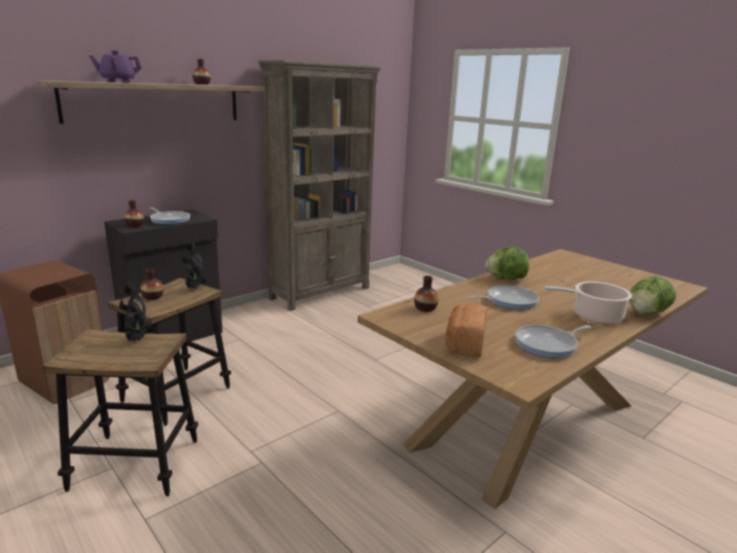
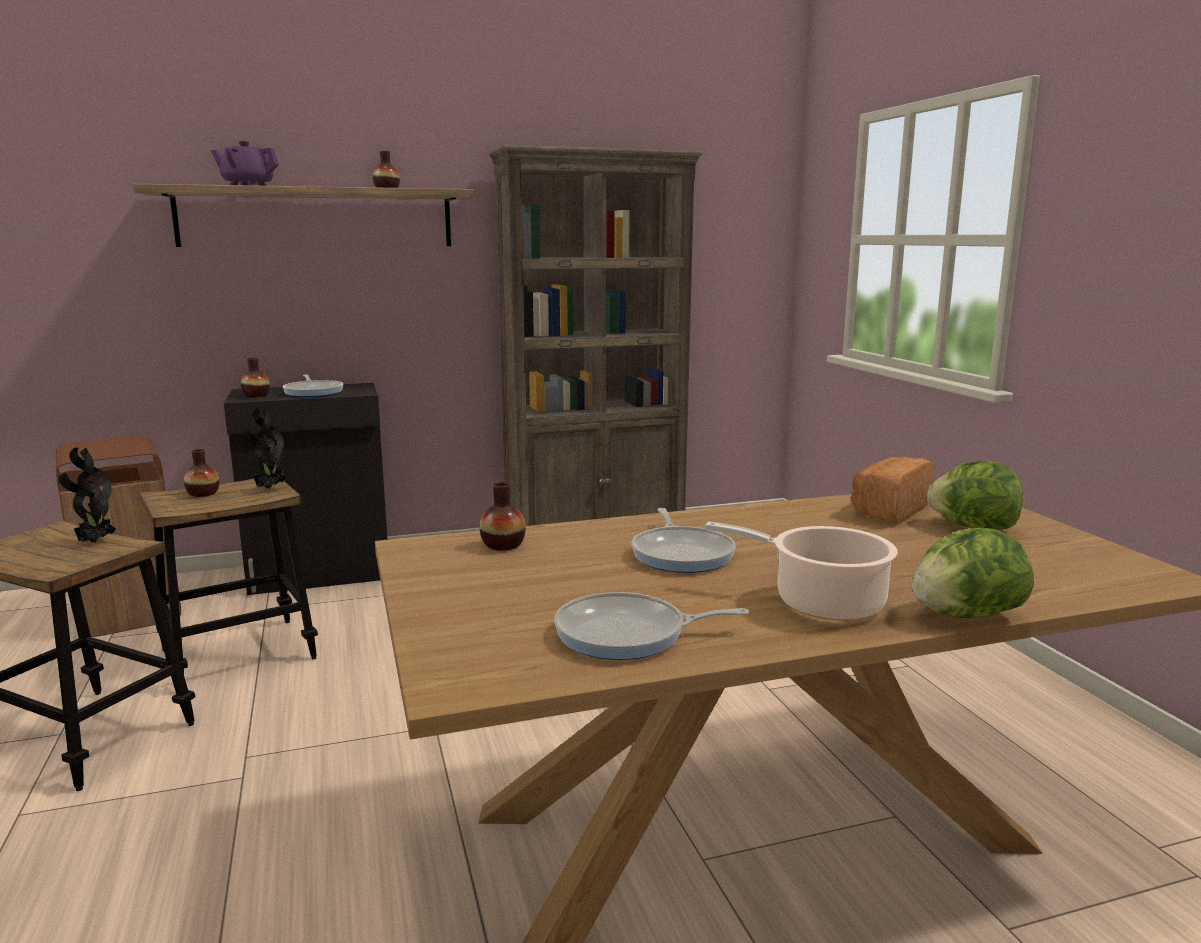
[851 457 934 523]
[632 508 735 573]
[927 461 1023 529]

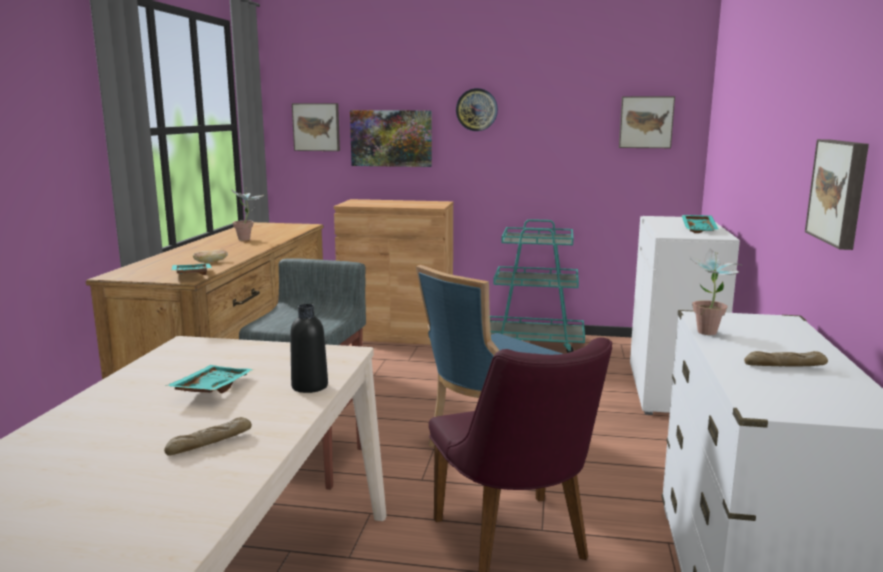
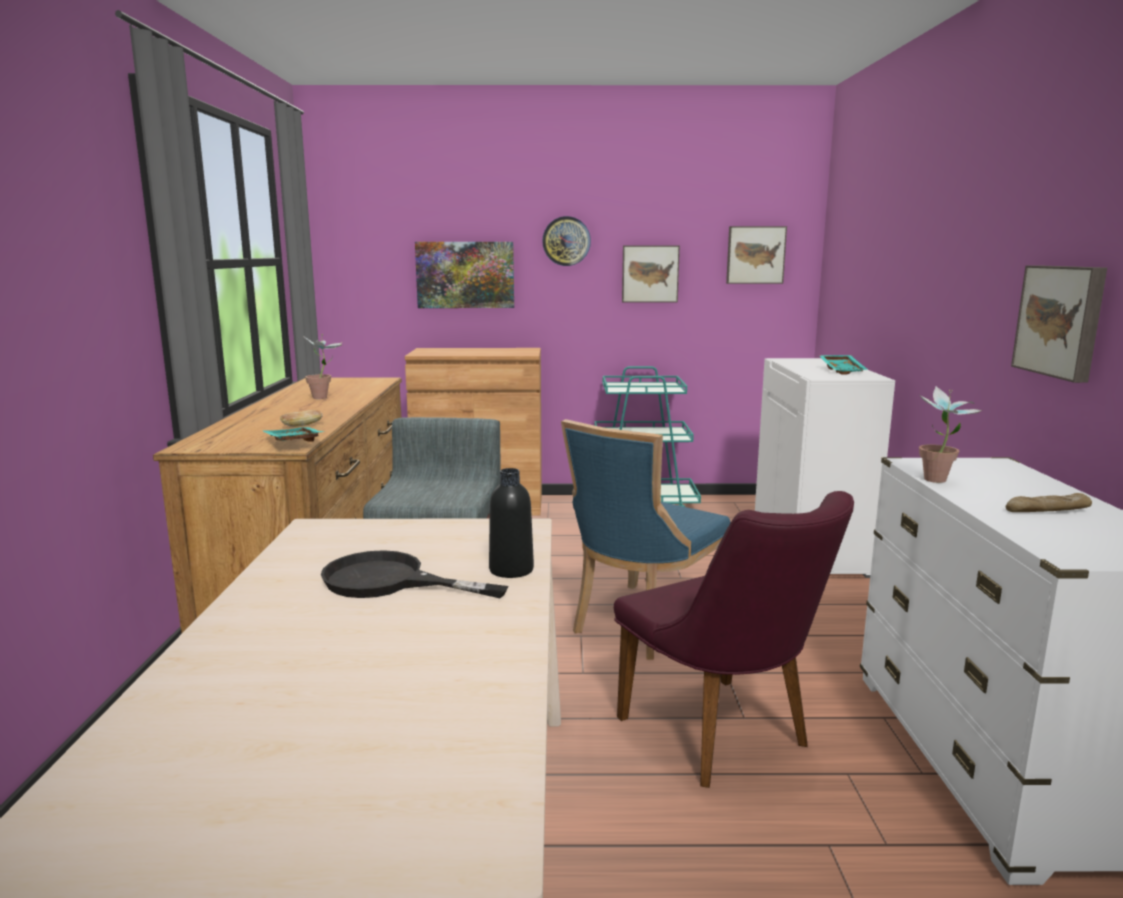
[164 417 252 456] (first image)
[321 550 508 598]
[622 245 680 302]

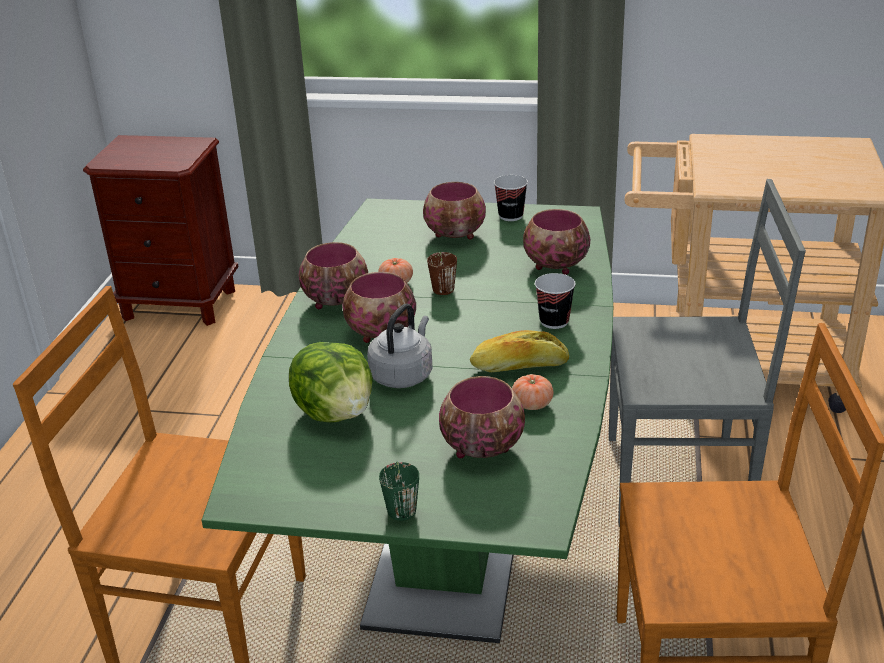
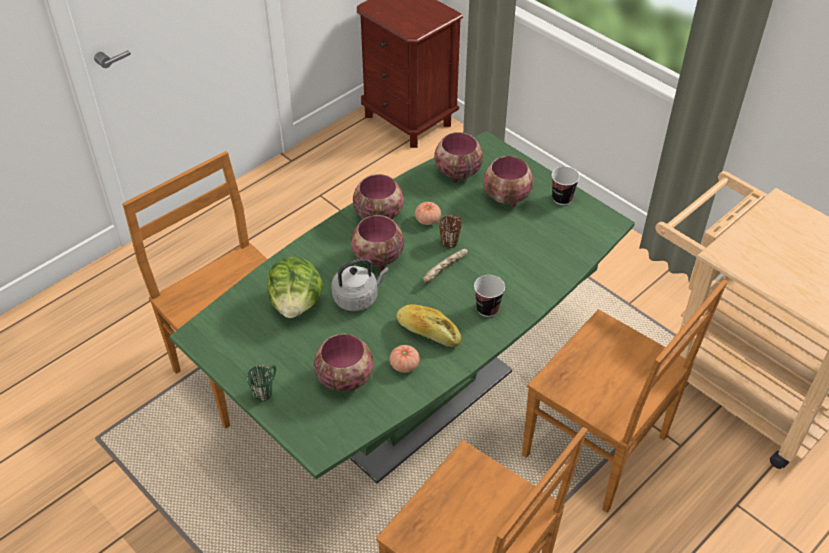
[434 132 483 183]
[522 279 727 512]
[423 249 468 283]

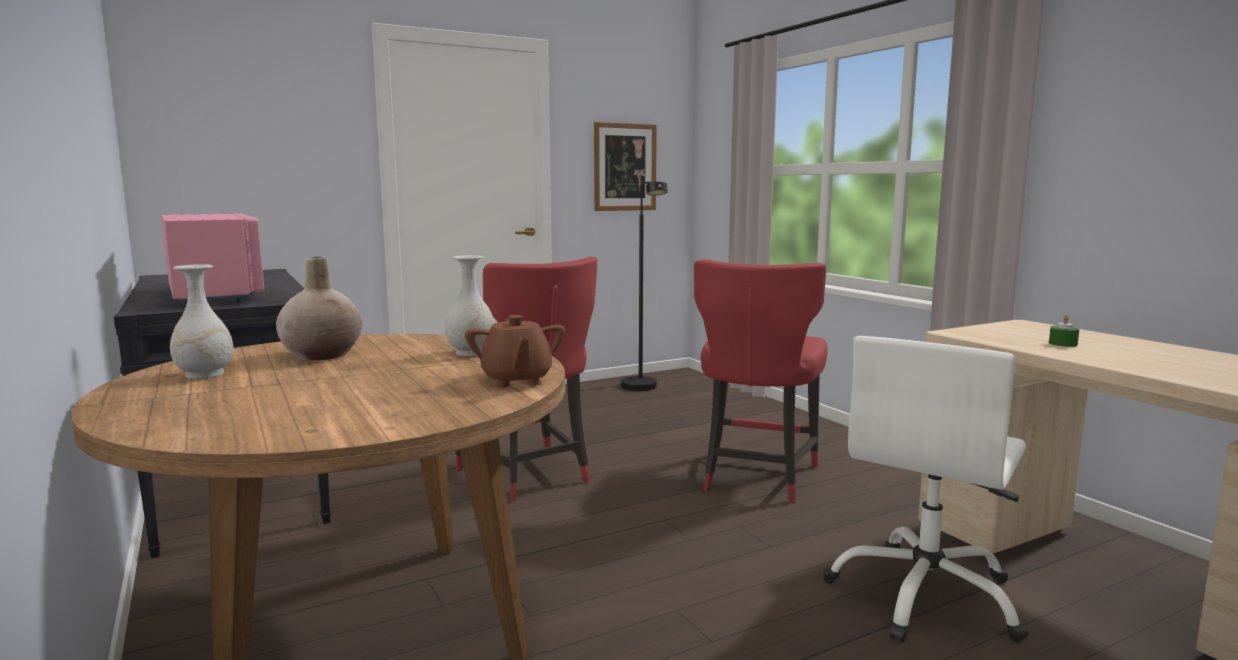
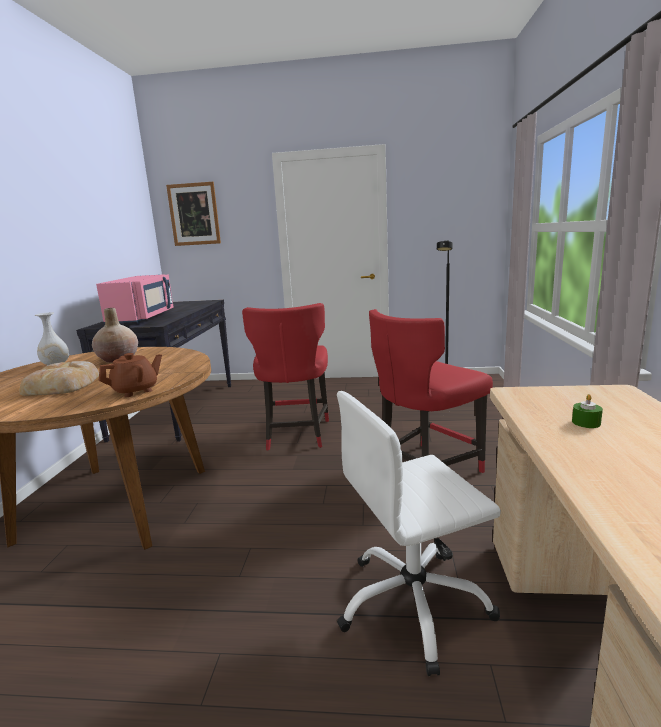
[445 255 495 356] (first image)
[99 353 162 397]
[166 182 221 246]
[20 361 99 396]

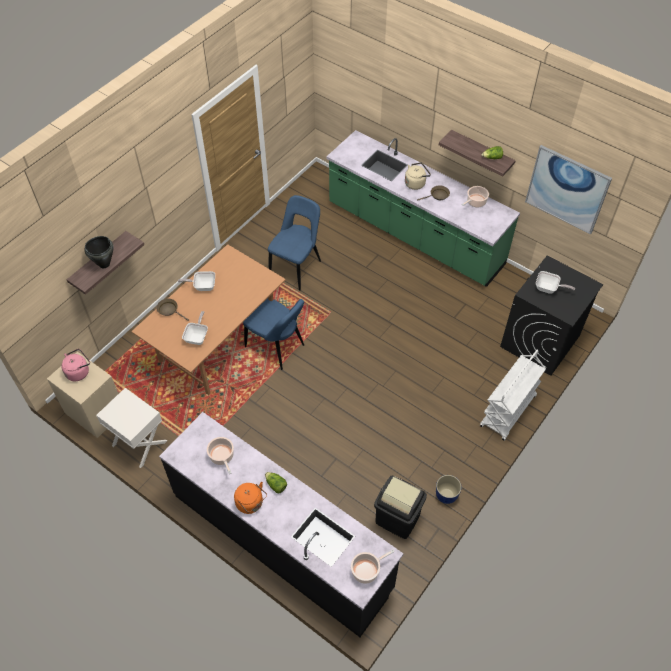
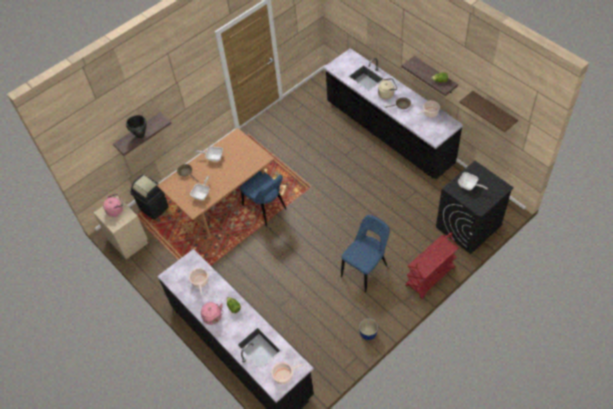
[96 388 167 468] (first image)
[201 302 223 325]
[341 215 390 292]
[323 48 463 179]
[130 174 169 220]
[405 232 458 299]
[459 91 518 132]

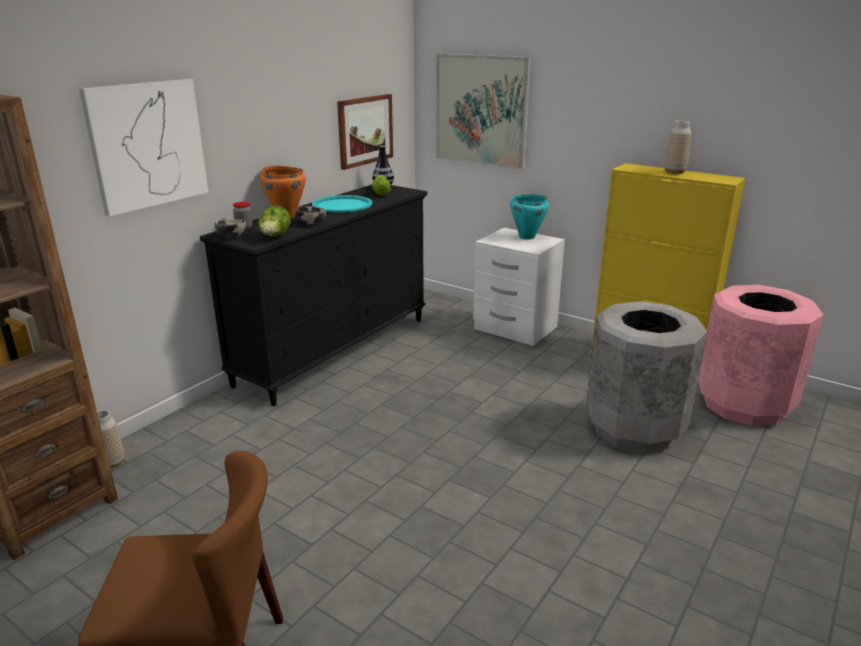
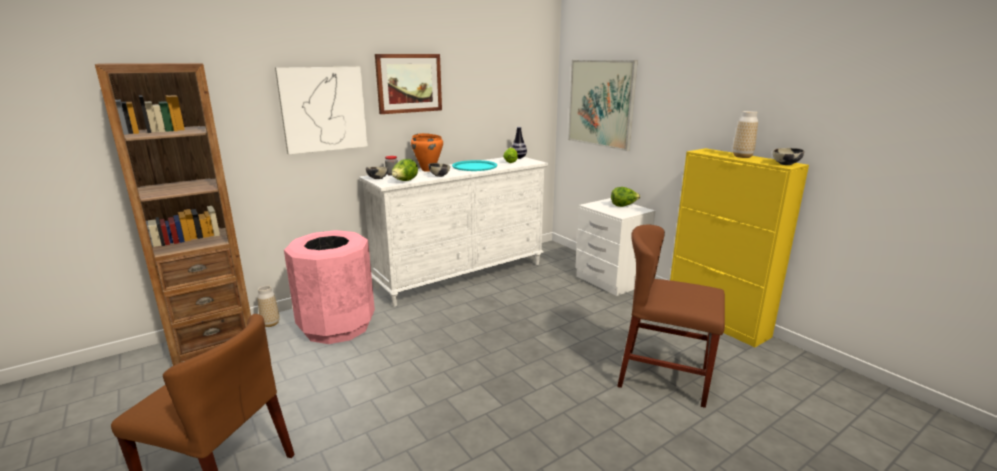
[359 157 548 306]
[375 54 442 114]
[611 187 640 207]
[617 224 725 408]
[284 230 375 344]
[773 148 804 165]

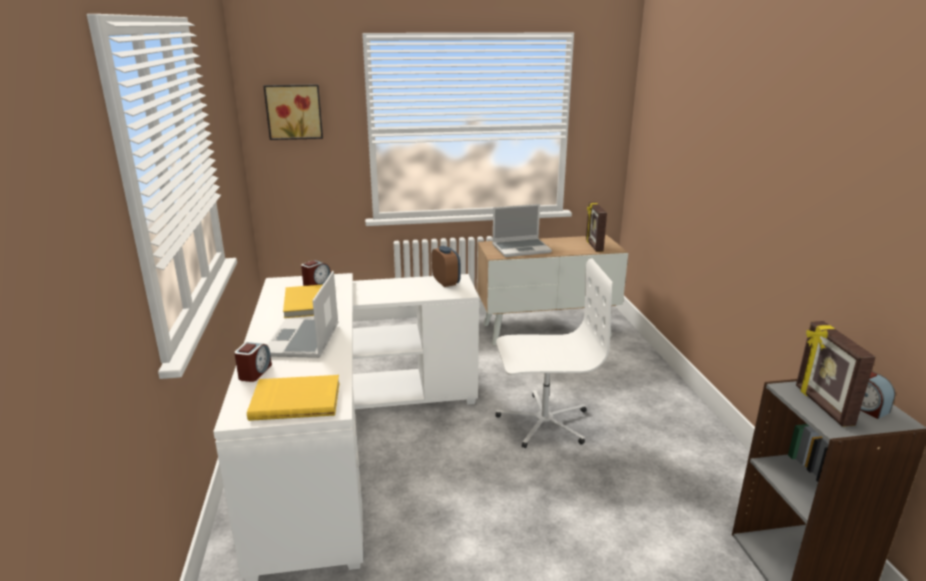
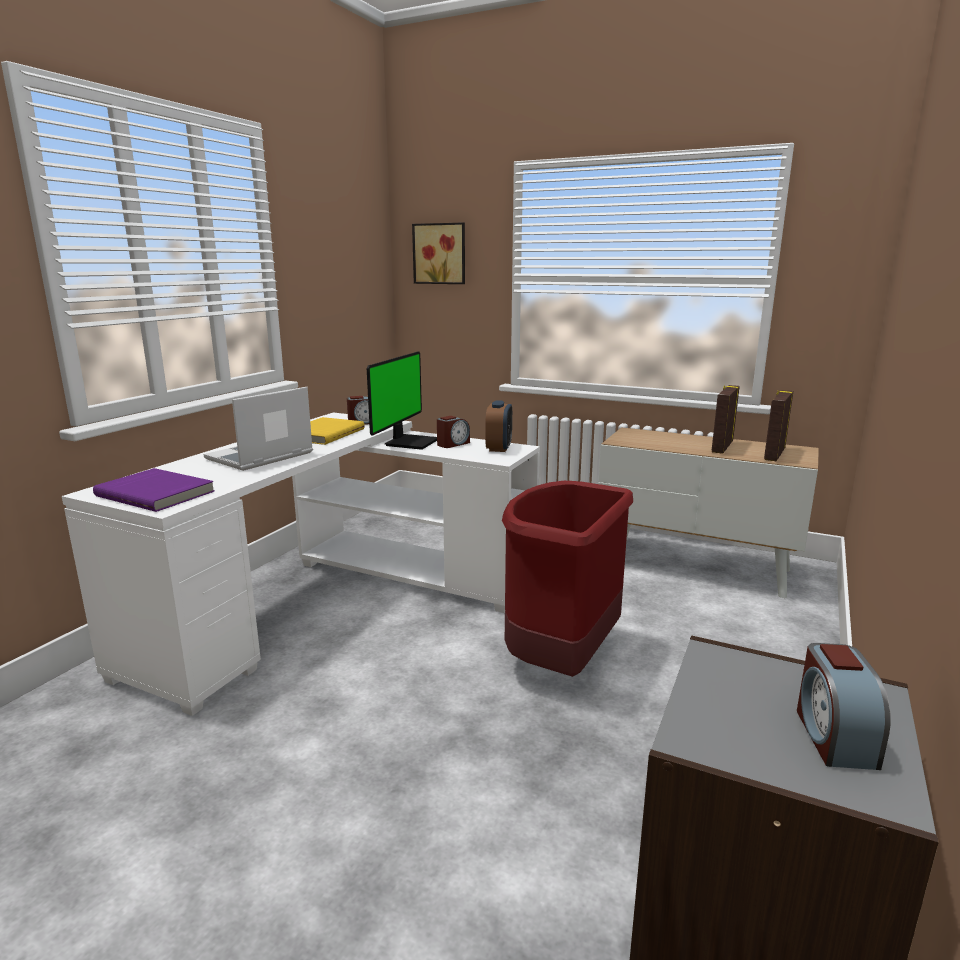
[437 416 470 448]
[93 468 214 512]
[492 204 552 257] (first image)
[502 481 633 677]
[712 385 740 454]
[367 352 437 450]

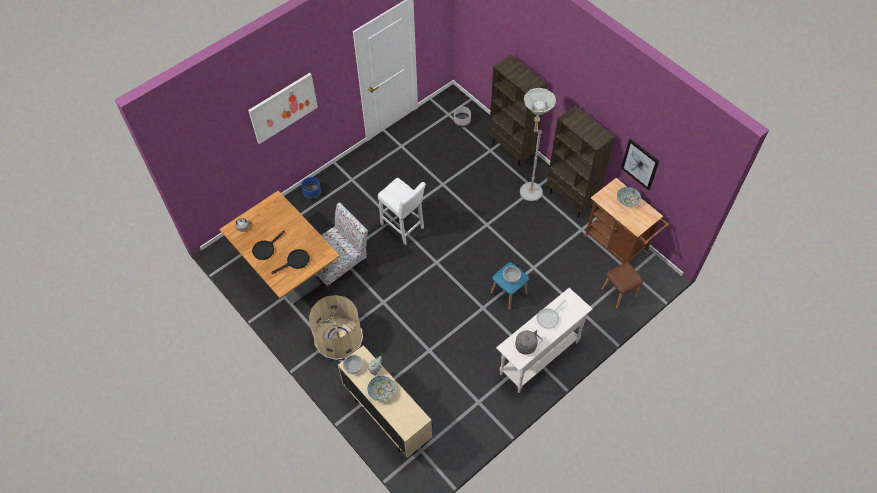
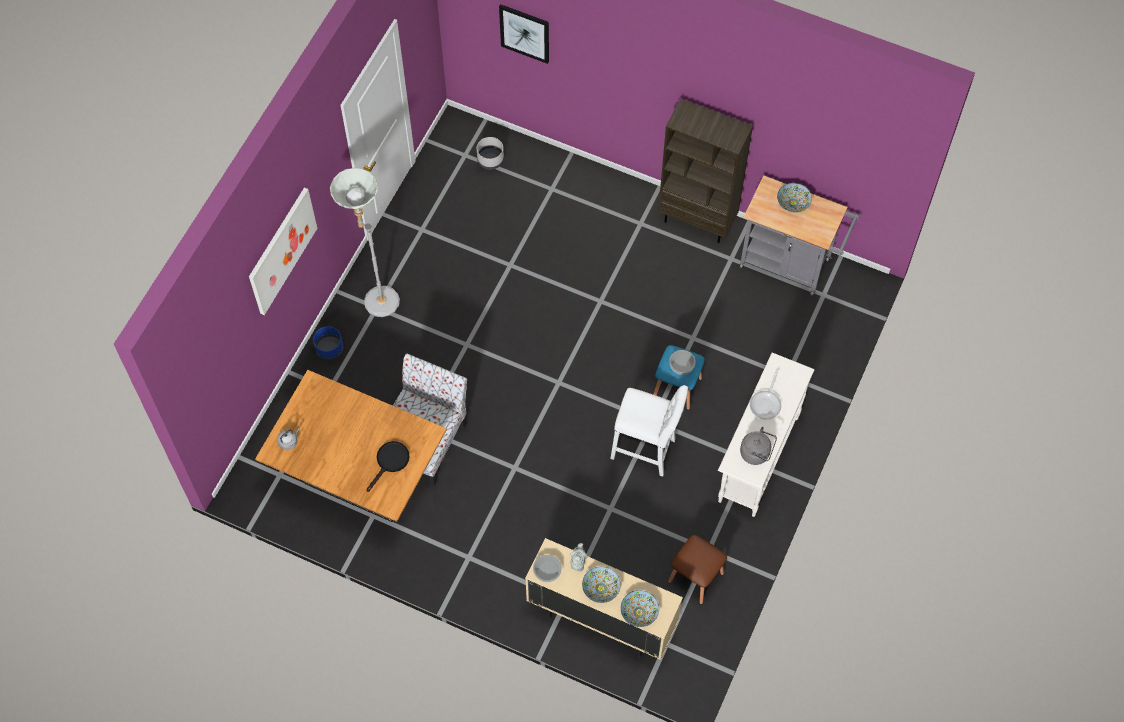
[252 231 285 260] (first image)
[309 295 363 361] (first image)
[610 385 688 476]
[489 55 547 166] (first image)
[330 168 400 317]
[740 175 859 295]
[668 535 727 604]
[499 4 549 64]
[621 590 659 627]

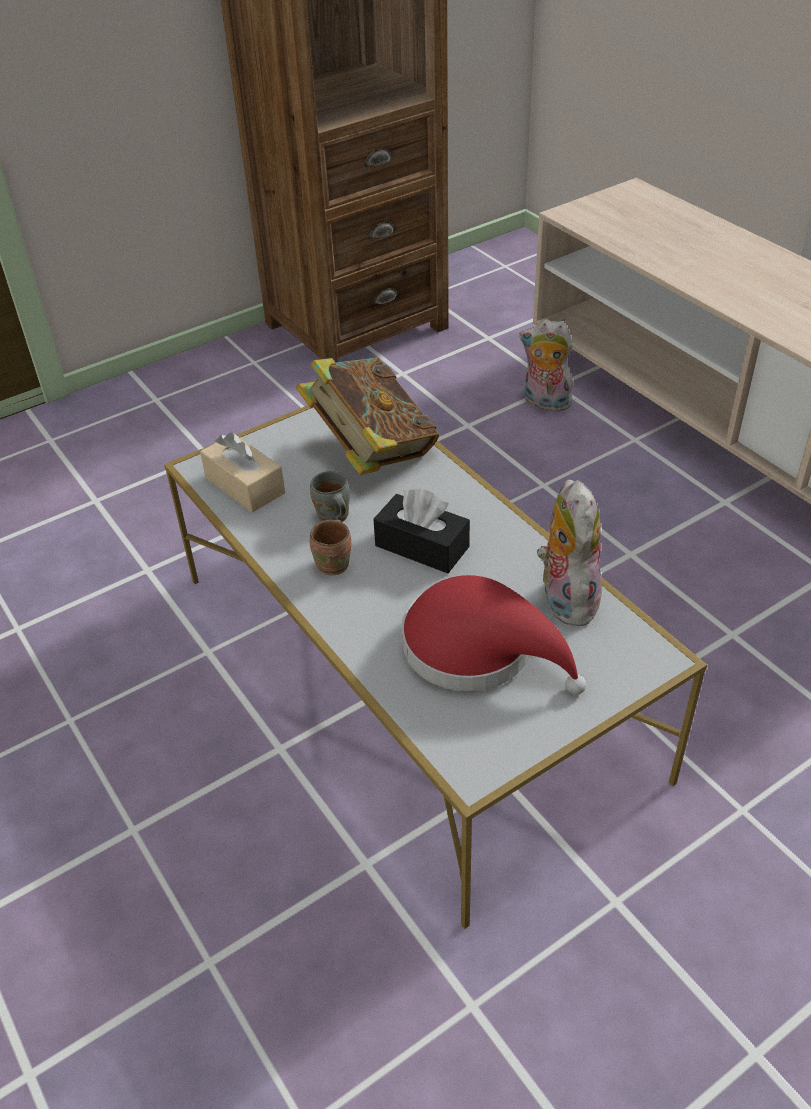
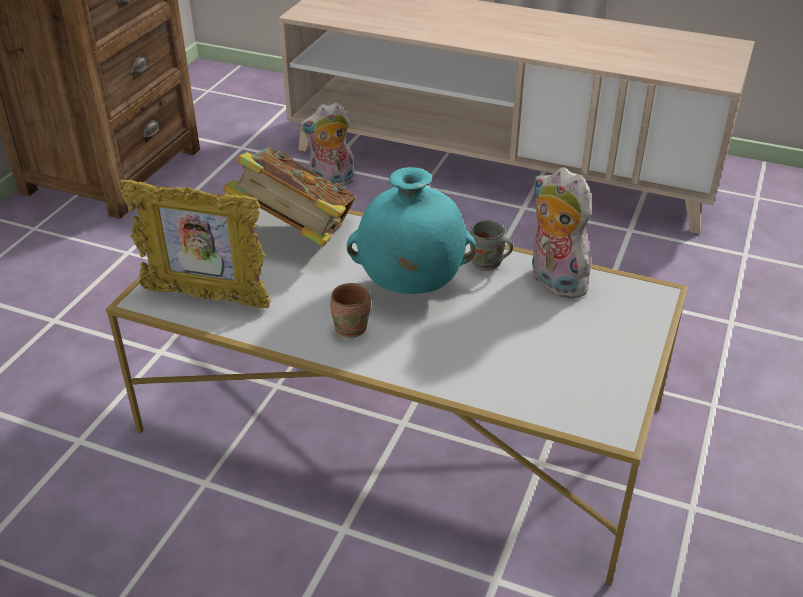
[119 179 271 308]
[470 220 513 271]
[346 167 476 294]
[401 575 586 695] (first image)

